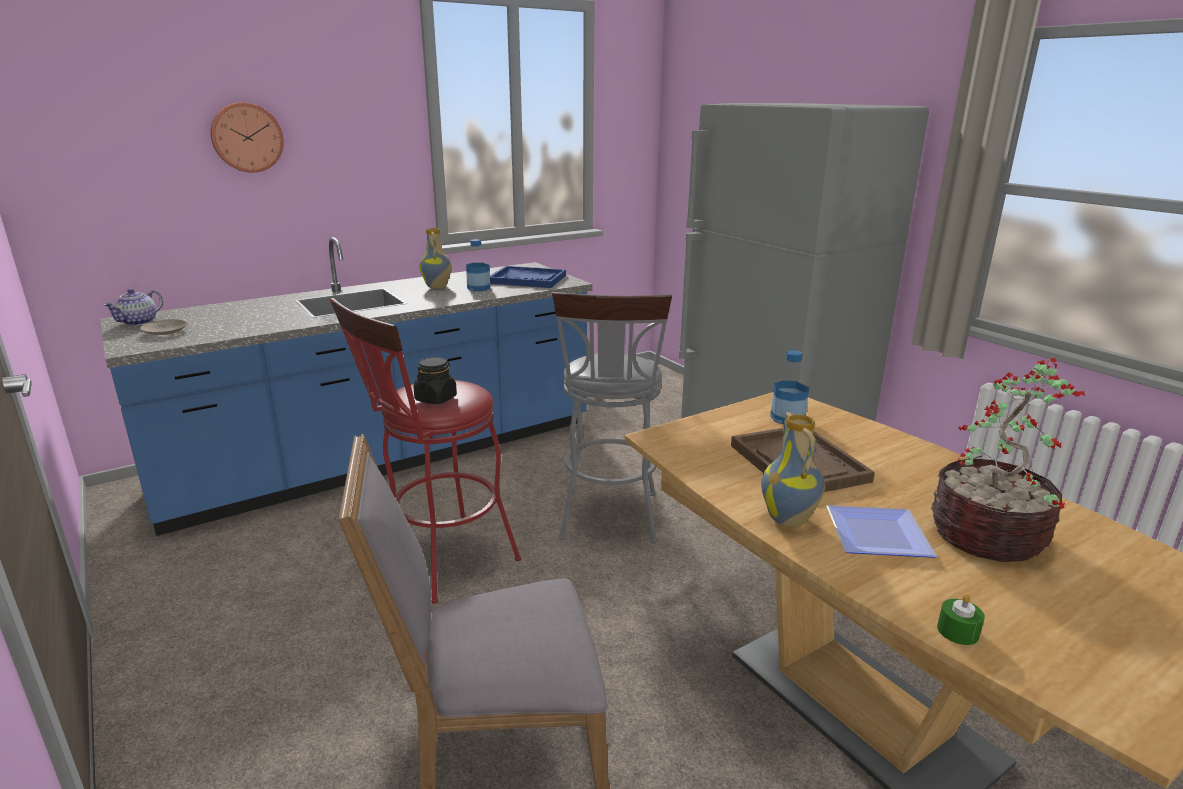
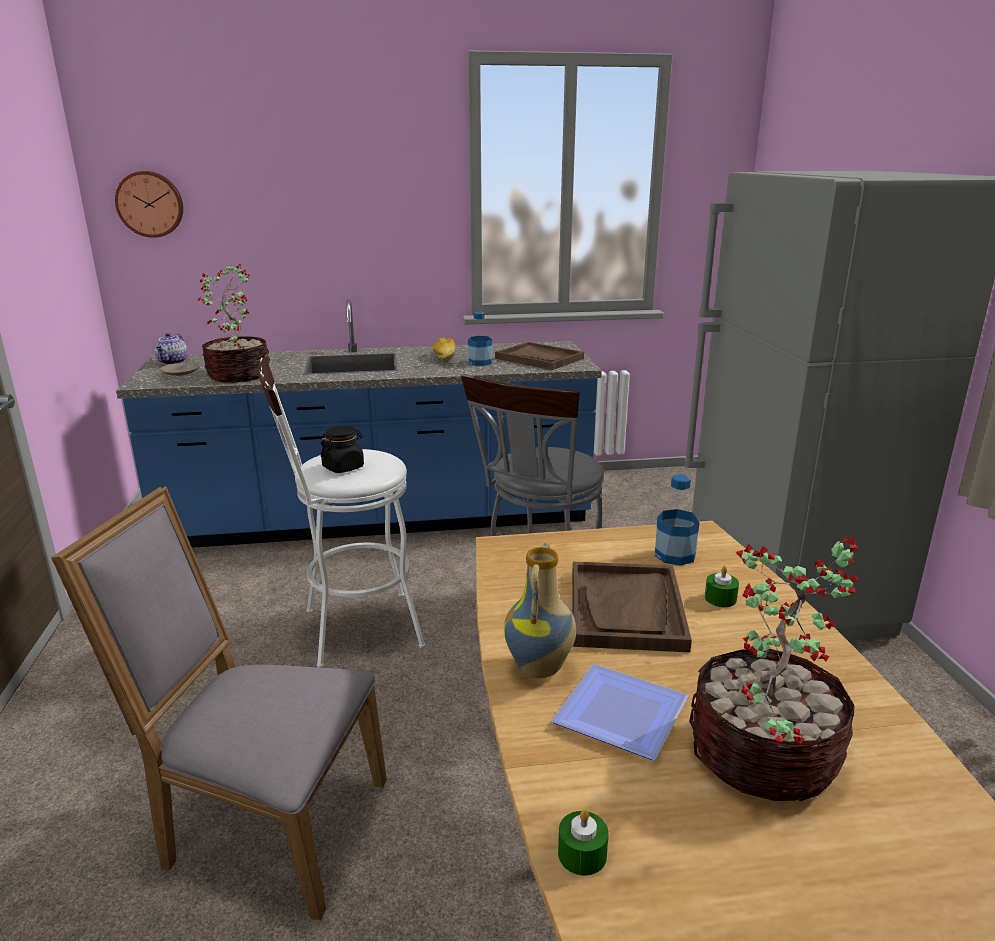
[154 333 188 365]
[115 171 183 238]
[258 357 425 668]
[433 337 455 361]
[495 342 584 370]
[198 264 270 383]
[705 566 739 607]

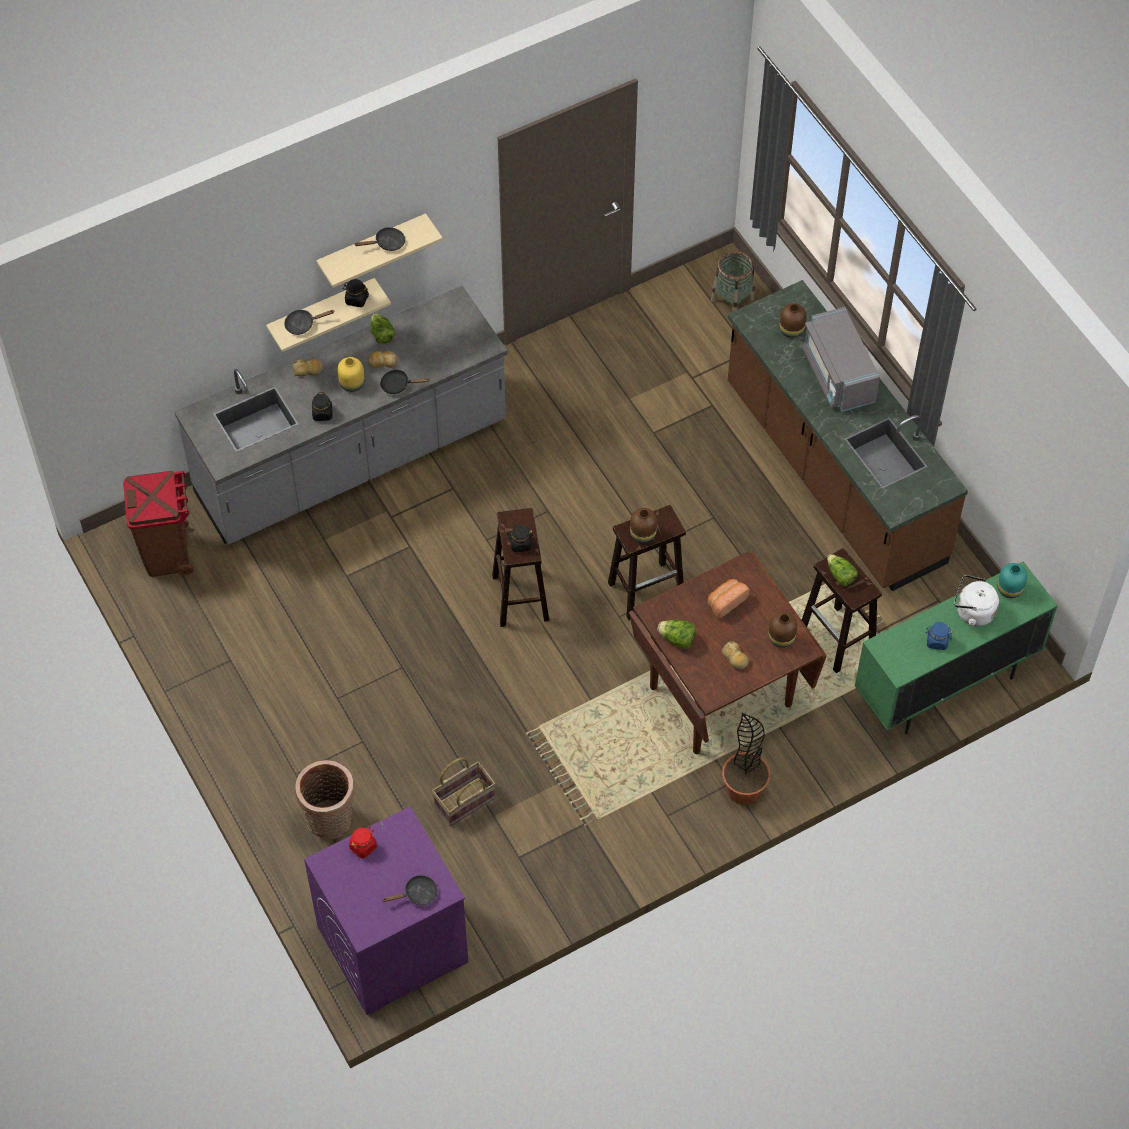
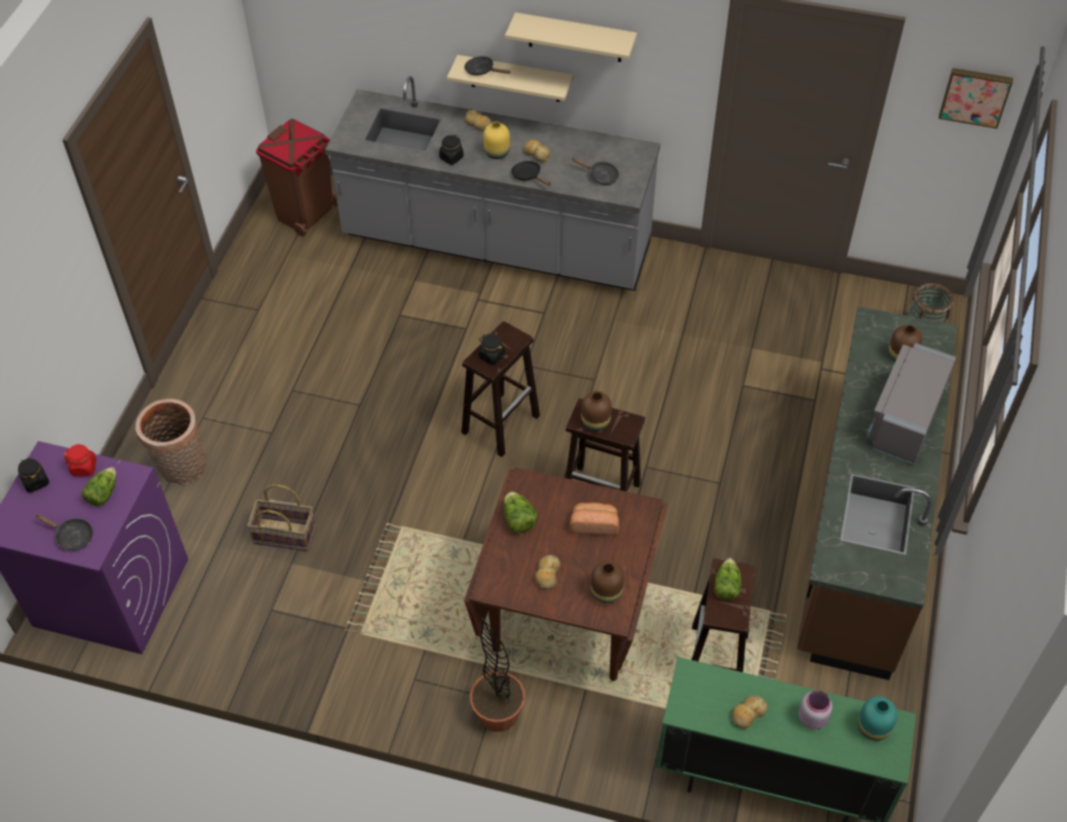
[18 458 49 493]
[572 157 619 185]
[82 467 116 506]
[731 695 768 729]
[799 690 832 729]
[939 68 1013 129]

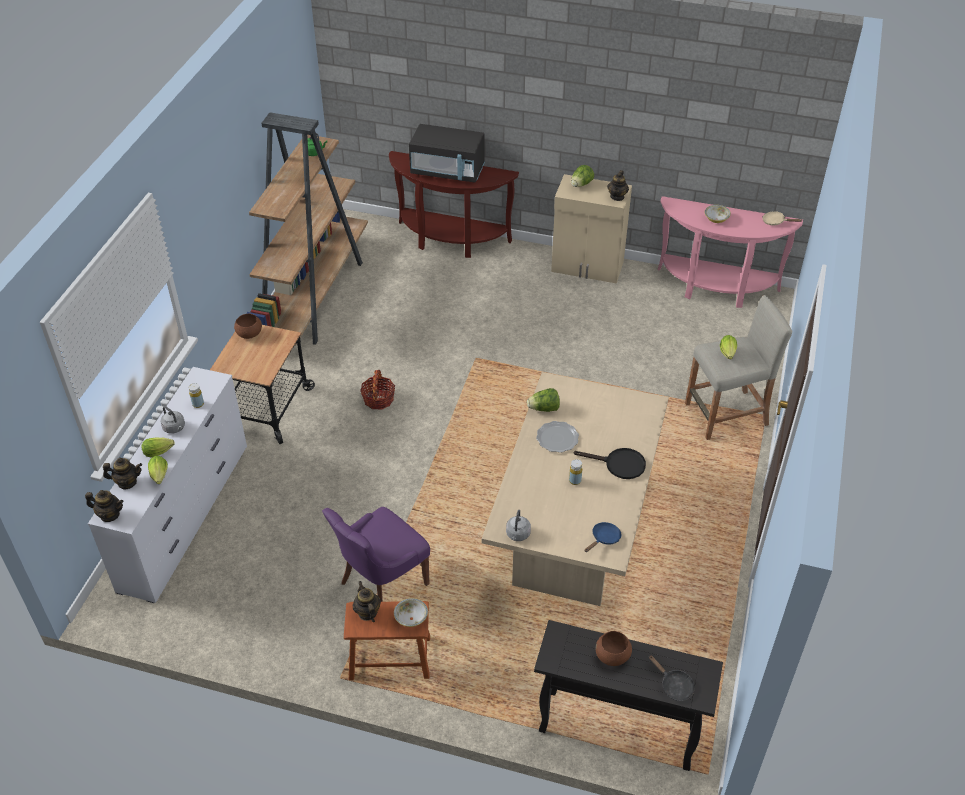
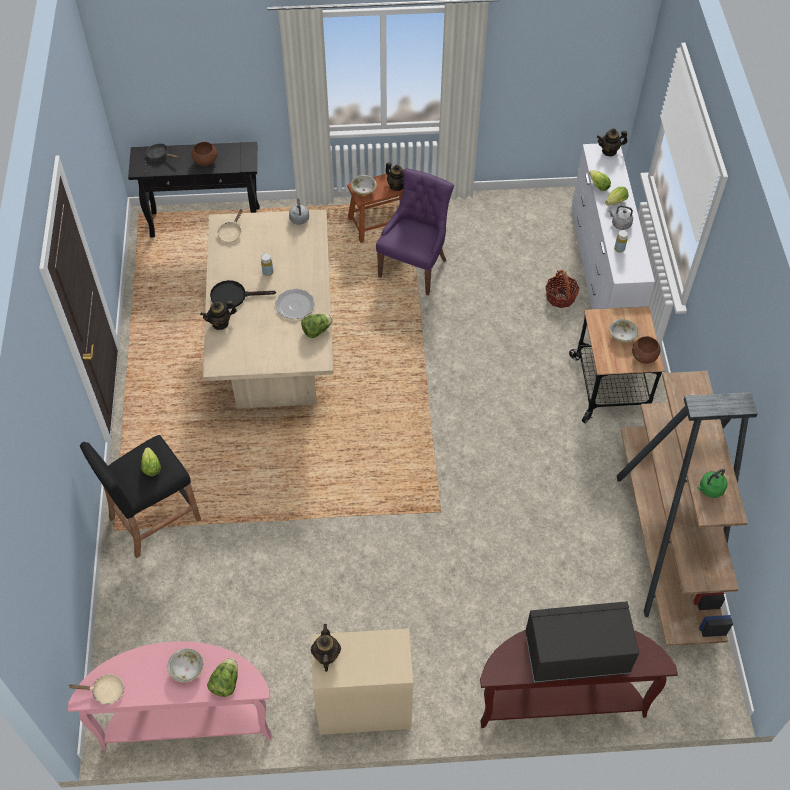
[200 301 237 330]
[546 270 580 308]
[207 658 238 697]
[218 209 243 243]
[80 435 201 558]
[609 319 639 342]

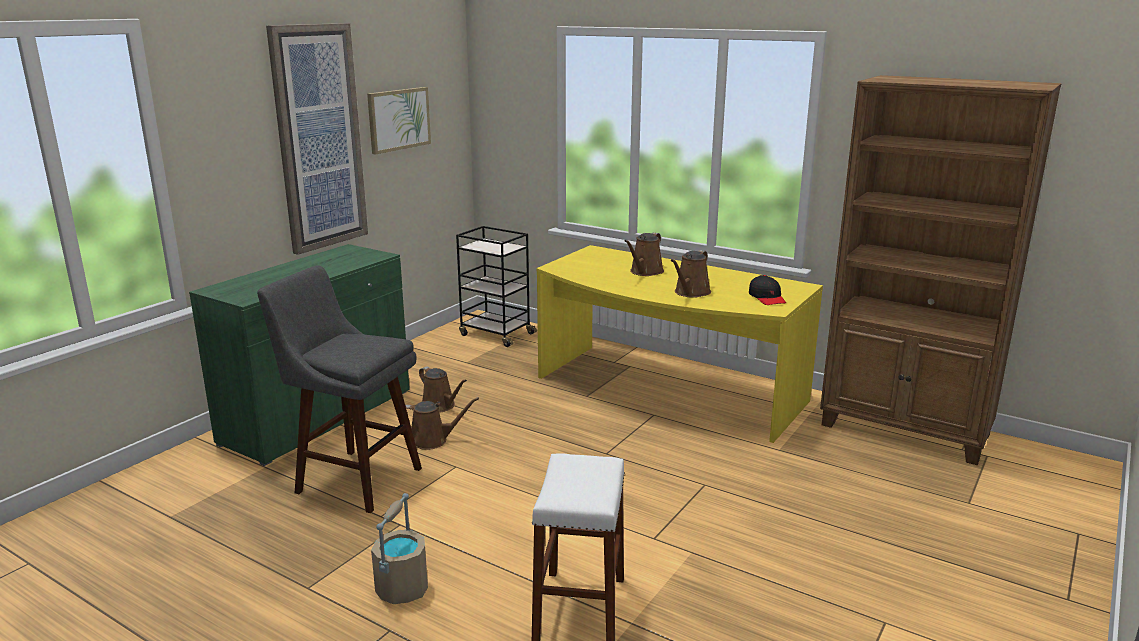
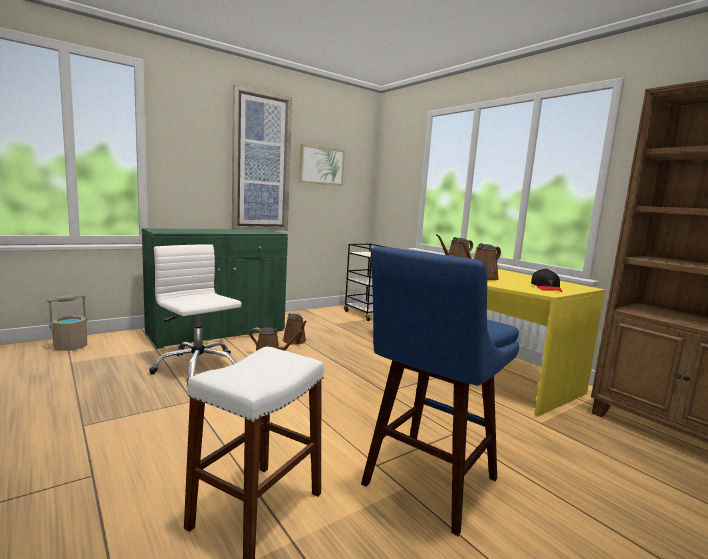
[149 244 242 384]
[47 294 88 351]
[361 246 519 536]

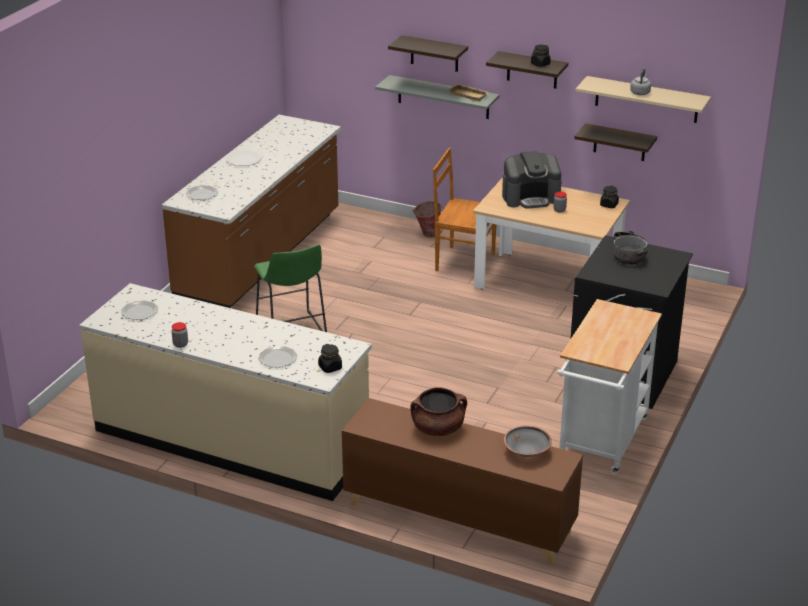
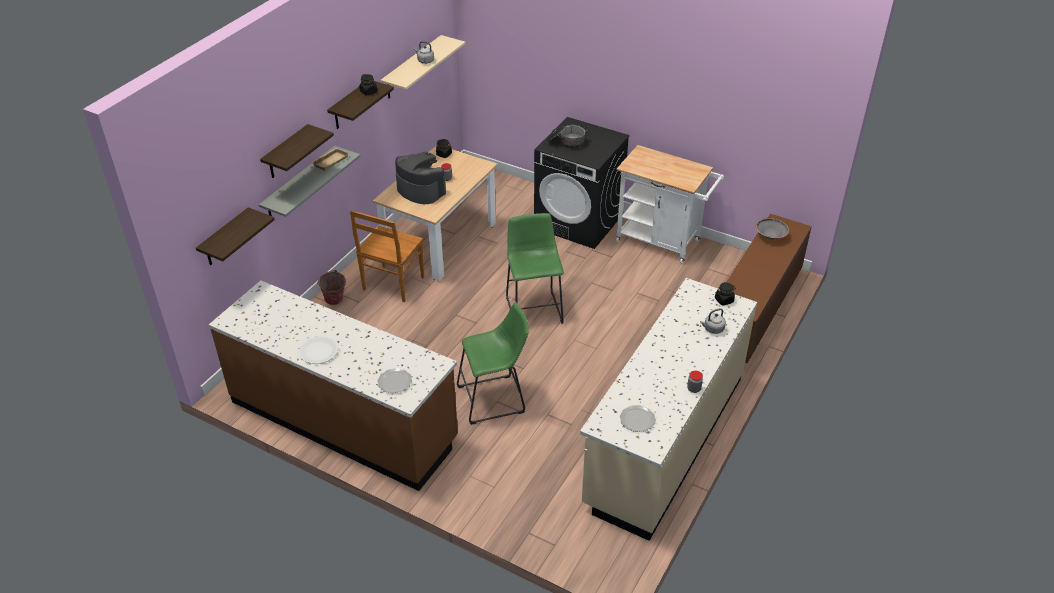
[700 308 726 334]
[410 387 467 436] (first image)
[395 152 446 204]
[196 207 275 265]
[506 213 564 324]

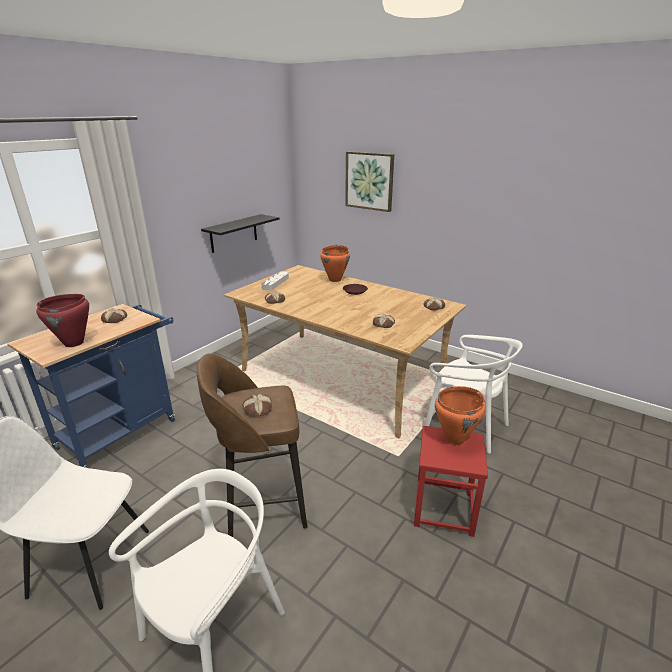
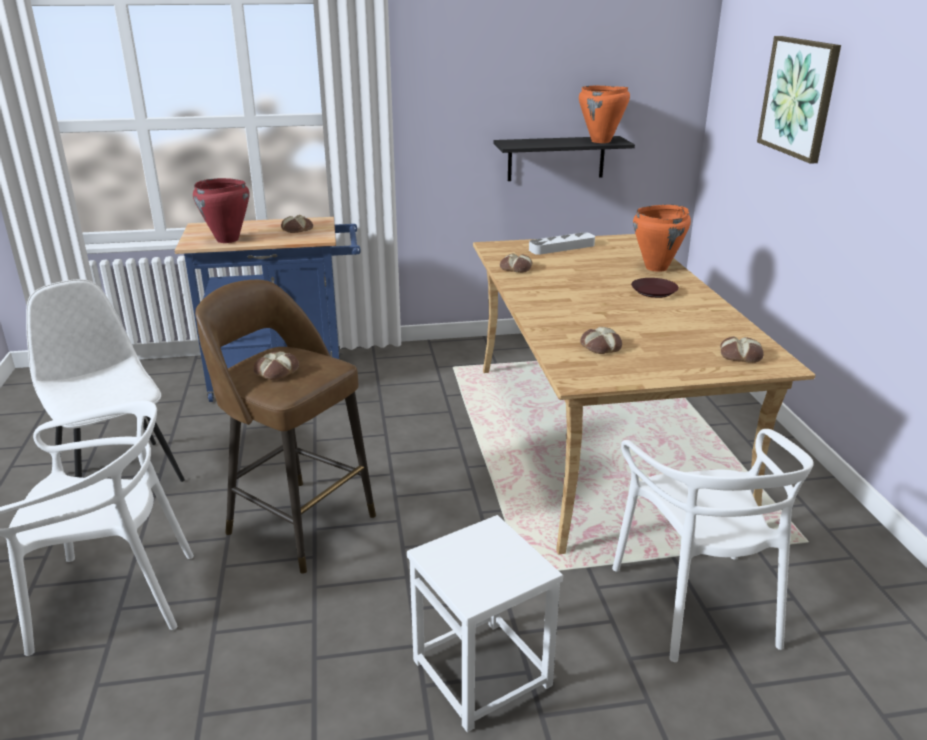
[407 515 563 732]
[579 86 630 143]

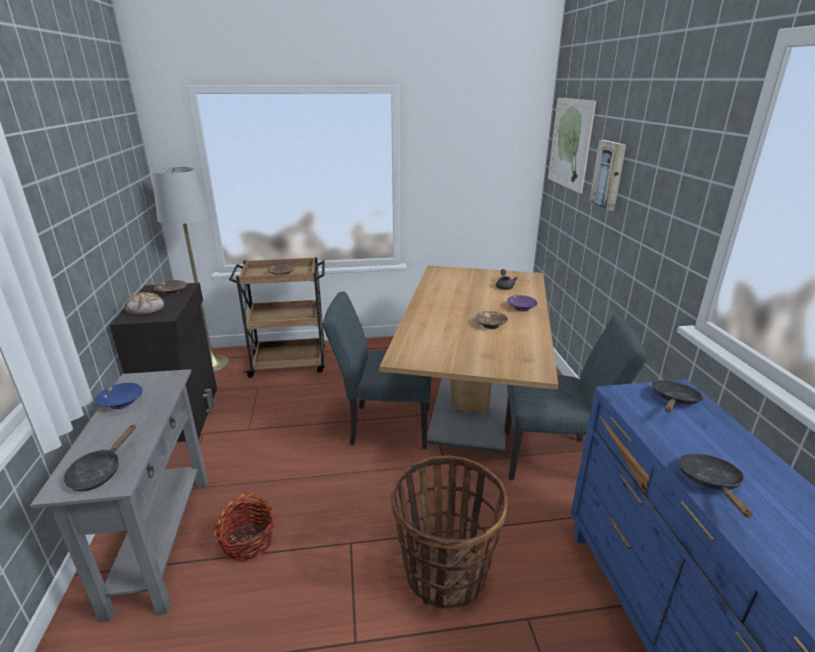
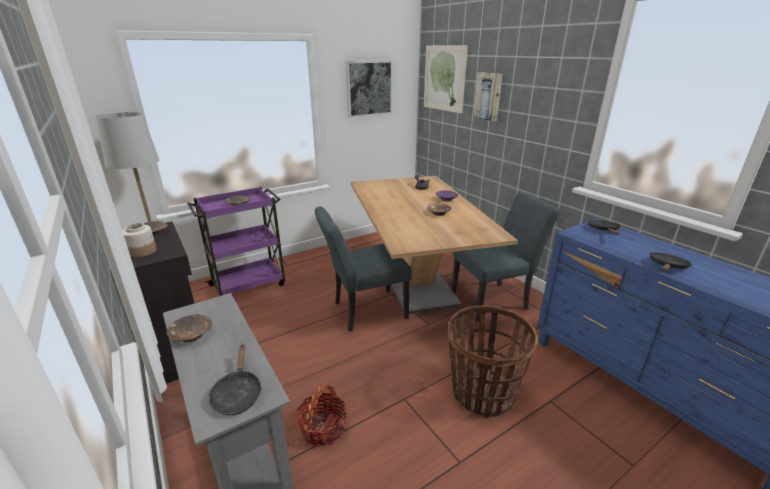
[167 314 212 342]
[122 223 157 258]
[187 187 285 296]
[649 252 693 272]
[346 60 393 118]

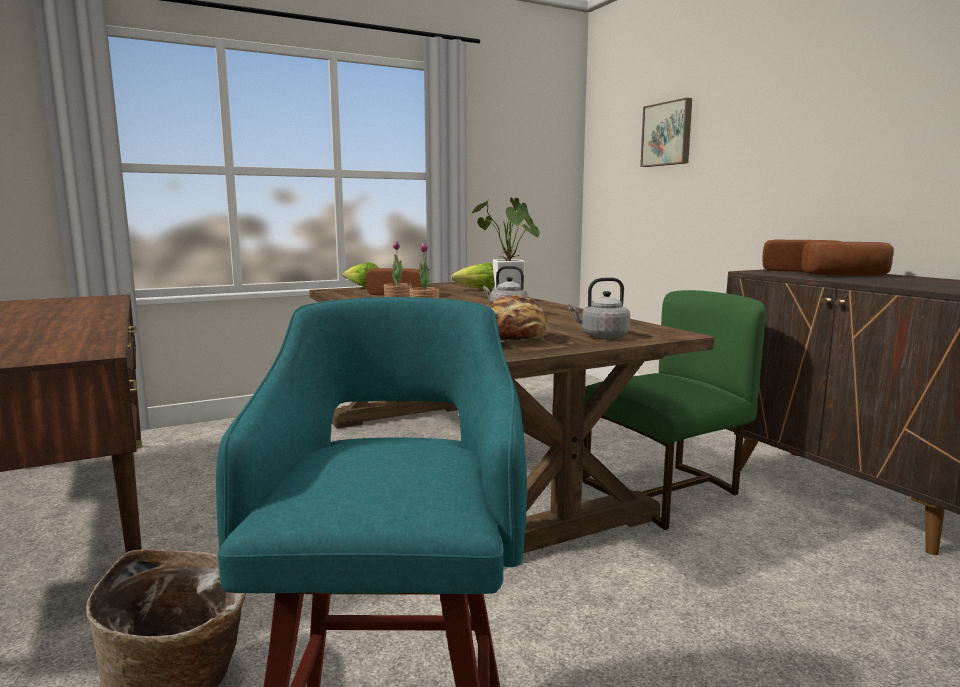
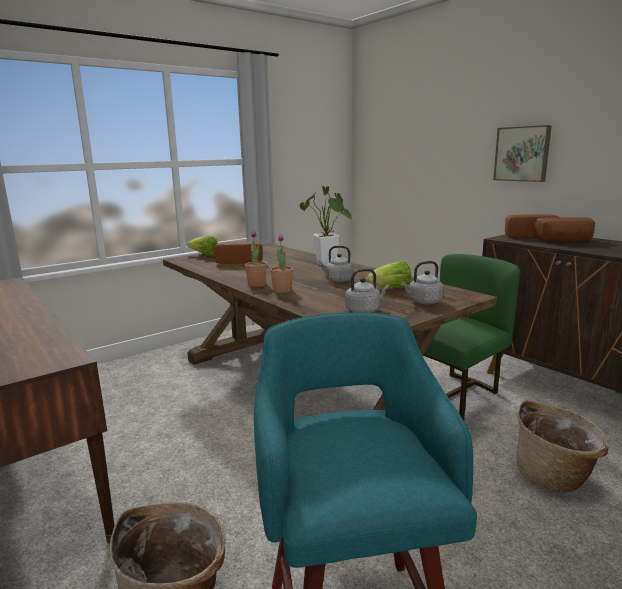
[366 260 411 288]
[345 268 389 313]
[493 125 552 182]
[516 401 609 493]

